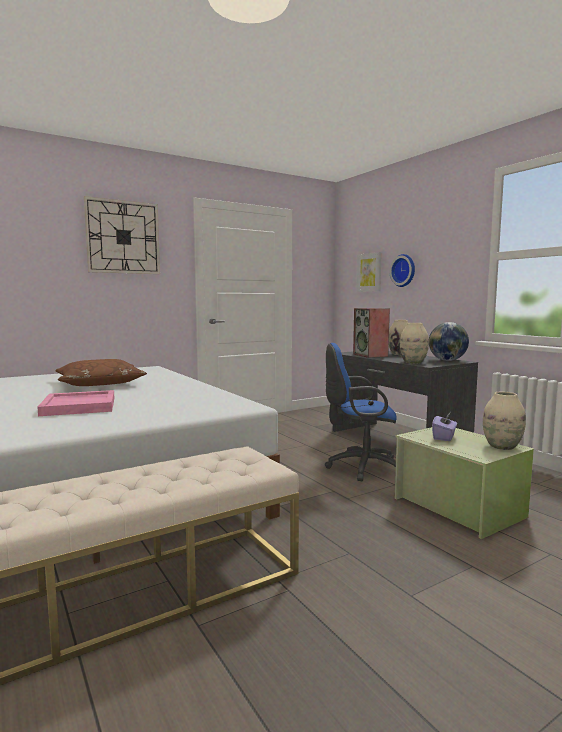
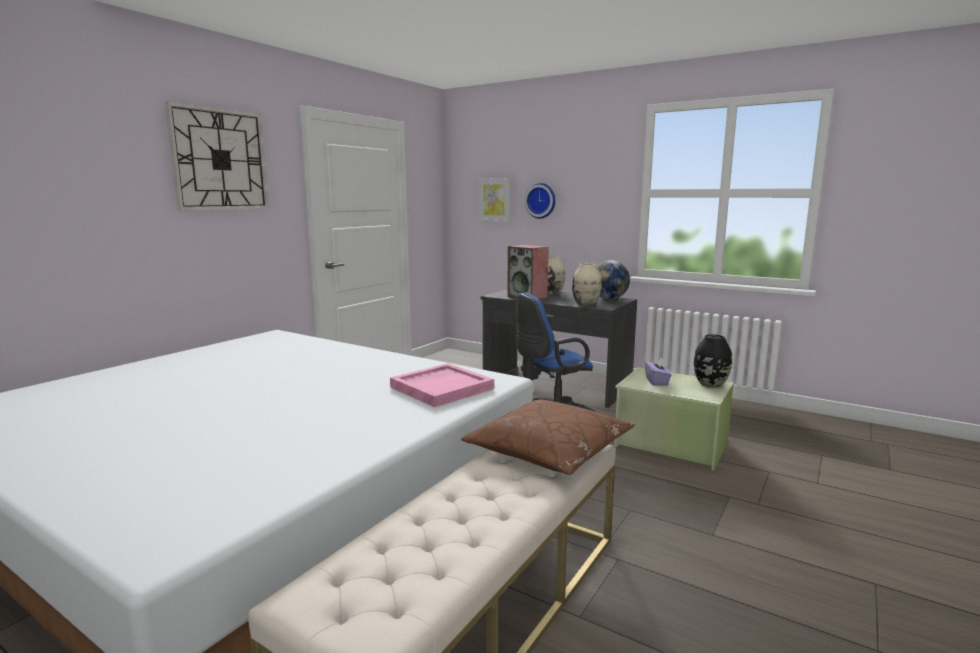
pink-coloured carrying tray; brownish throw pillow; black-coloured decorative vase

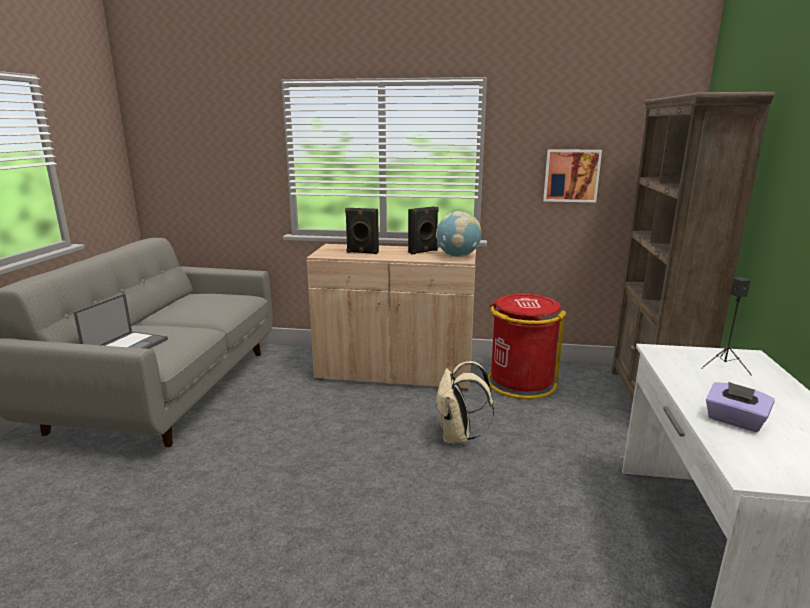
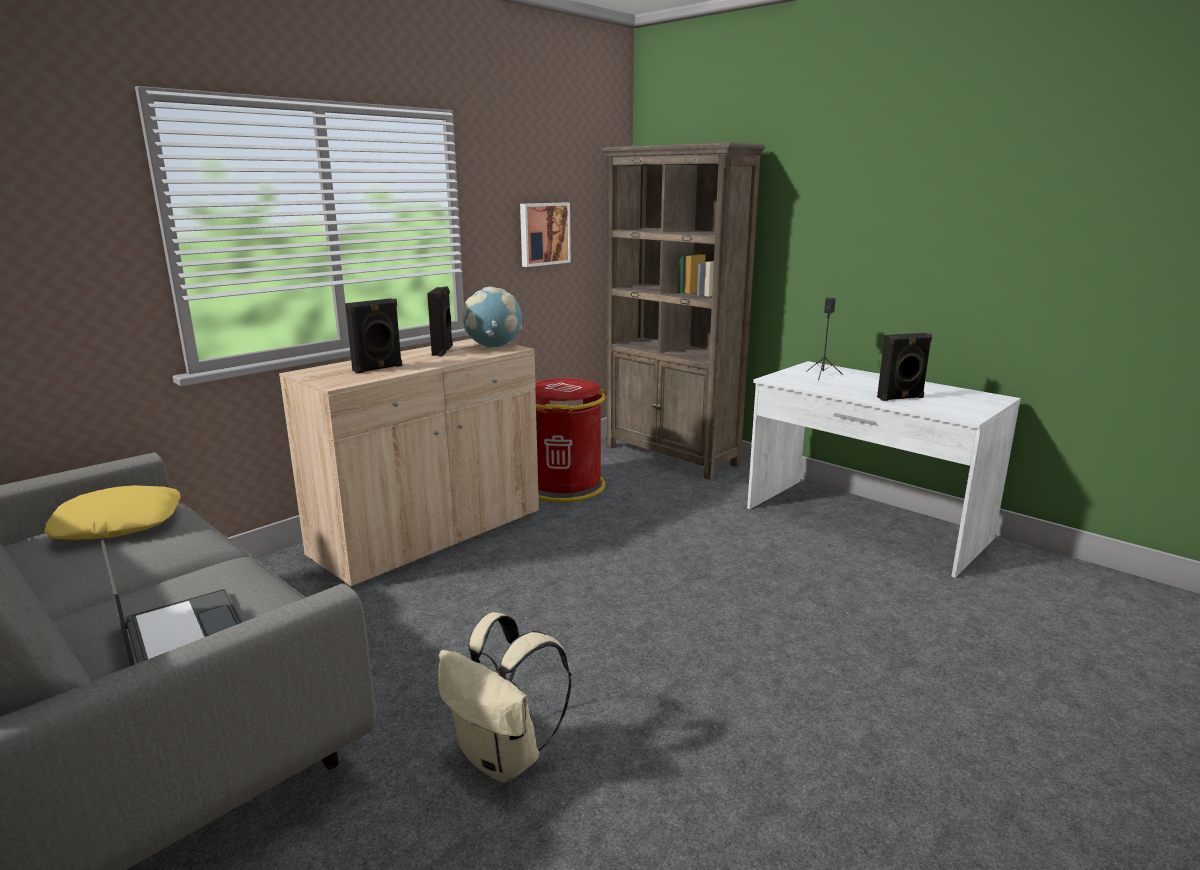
yellowish throw pillow; beige rucksack; black-coloured speaker (4th from left)

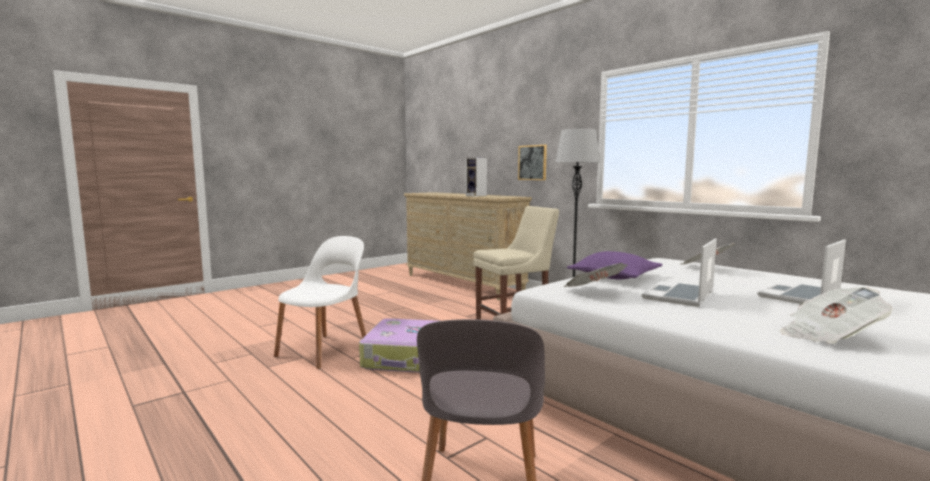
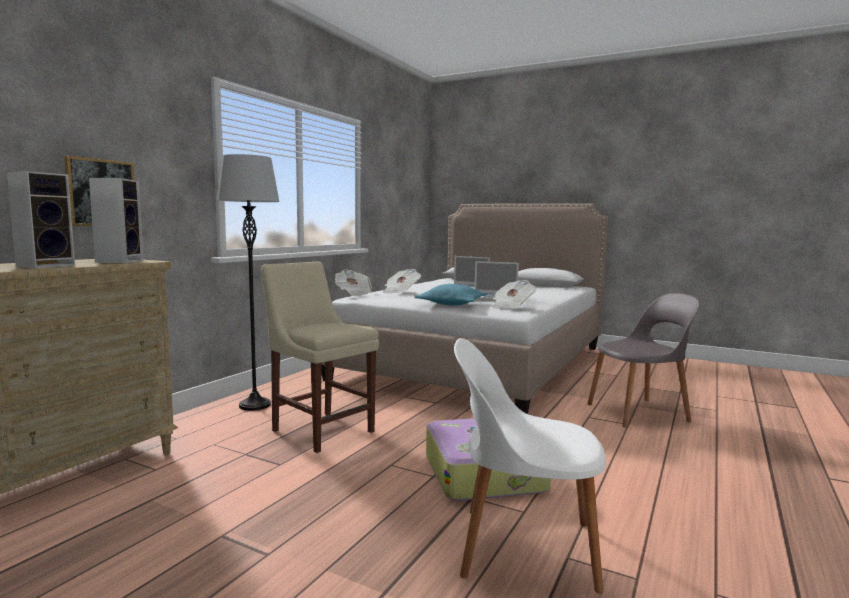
speaker (2nd from left); printed paper (1st from left); blue-green throw pillow

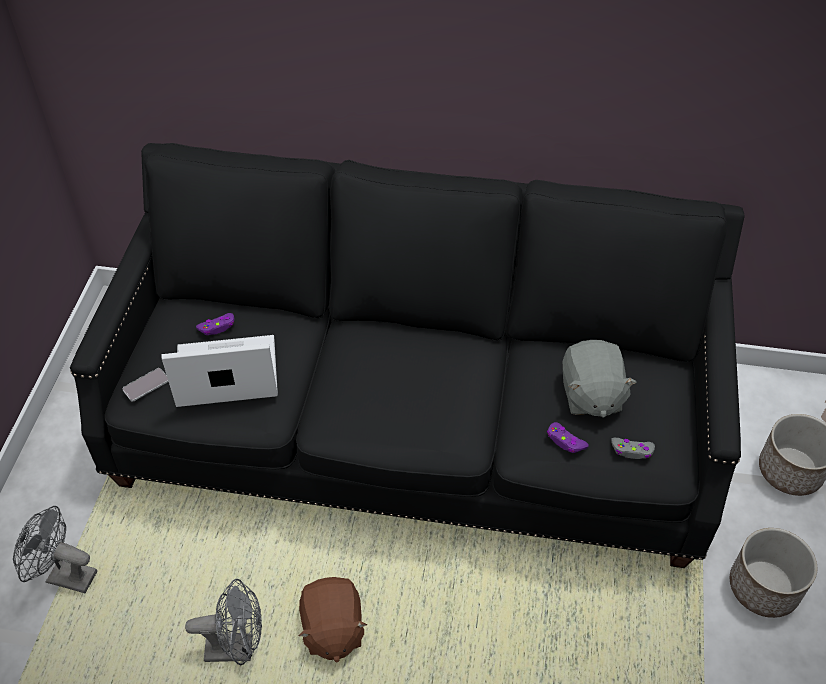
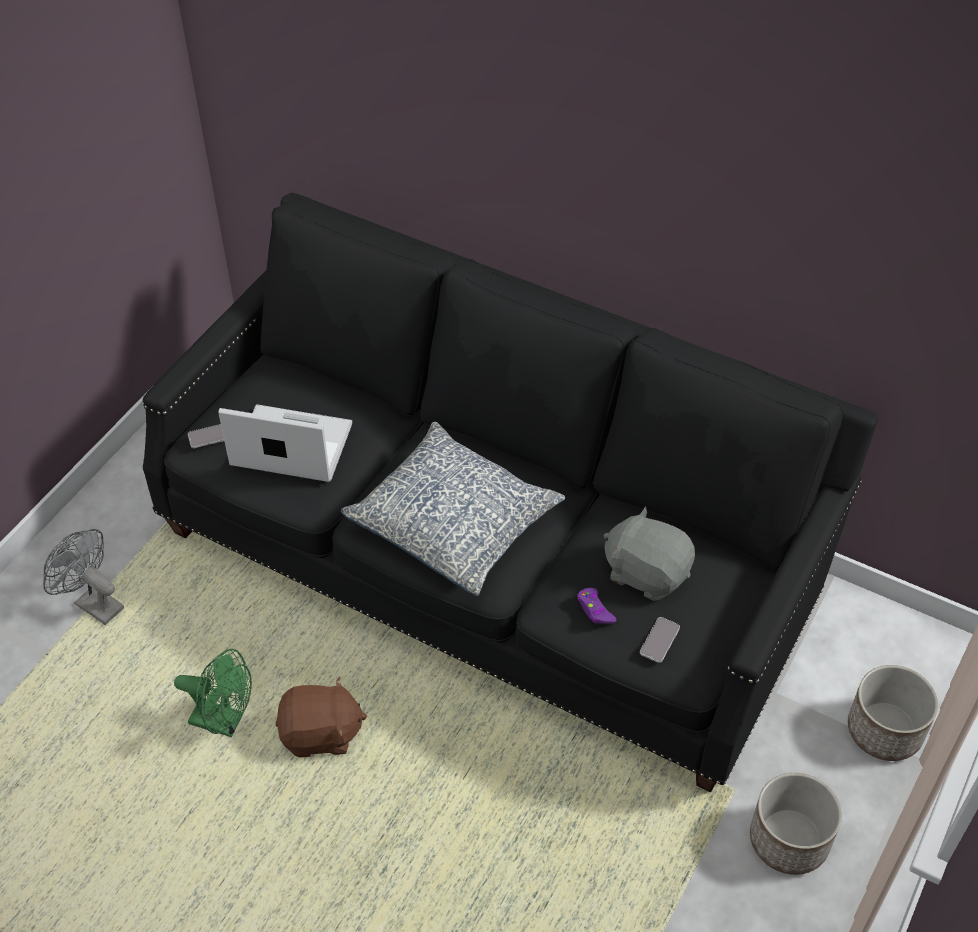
purplish game controller (1st from left in the first image); throw pillow; telephone (2nd from left); green-coloured electric fan; brownish soft toy; grey soft toy

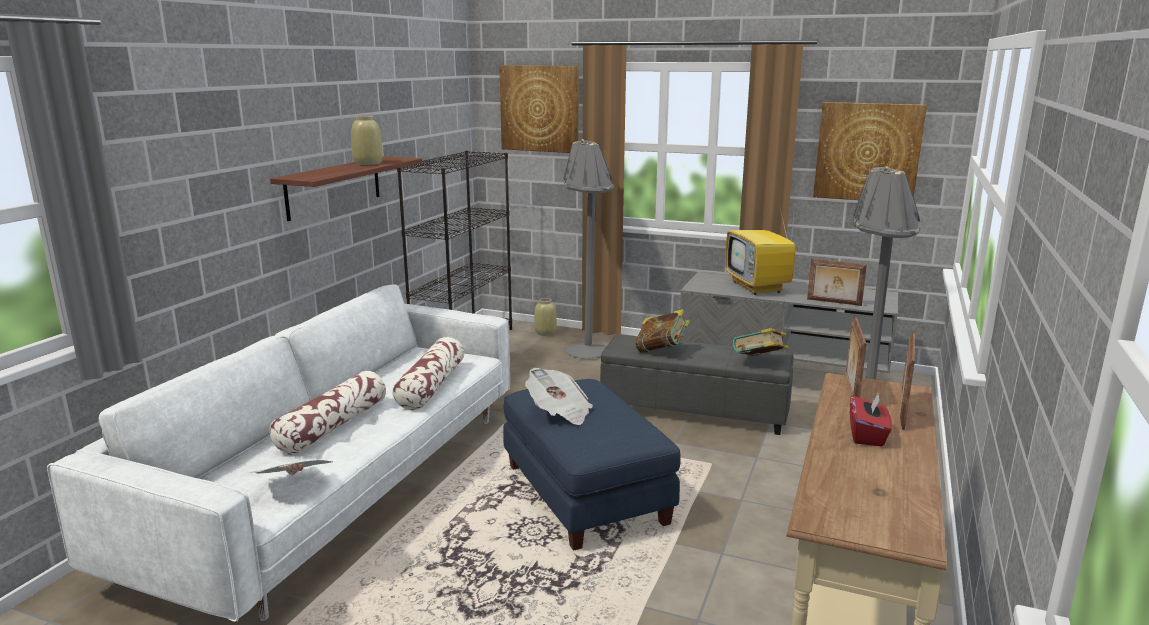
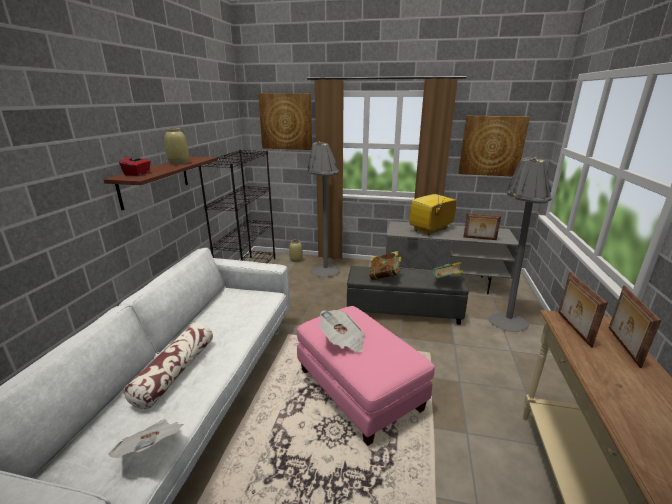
throw pillow (2nd from left in the first image); red box of tissues; pink-coloured pouffe; TV set

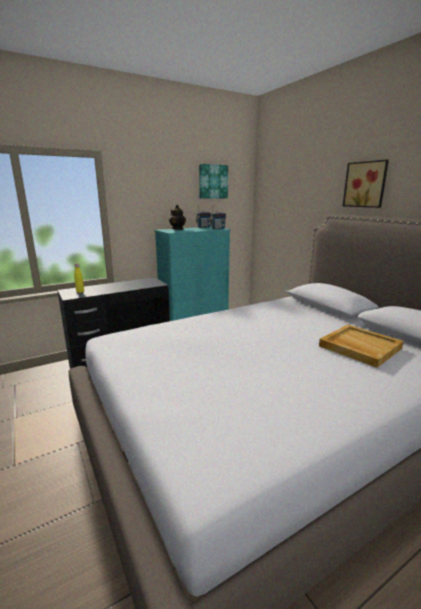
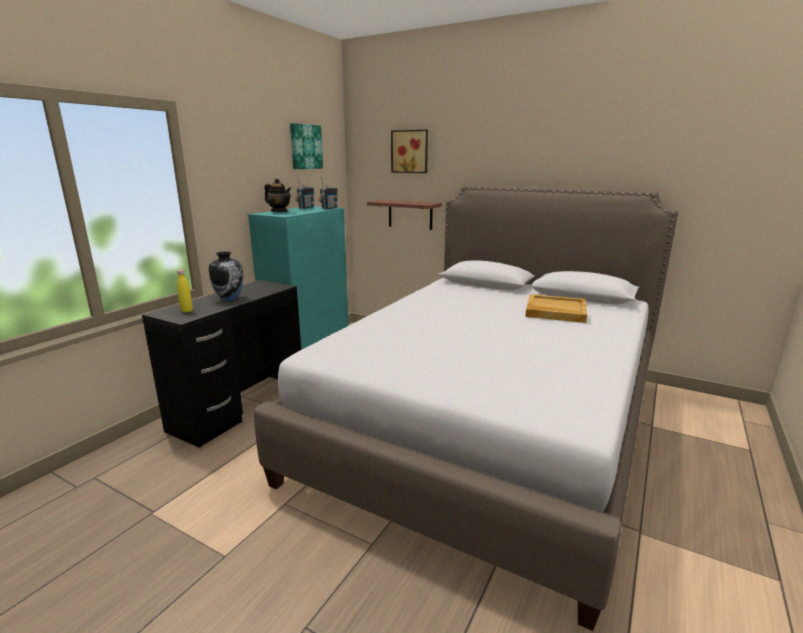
decorative vase; wall shelf; wall art (2nd from left)

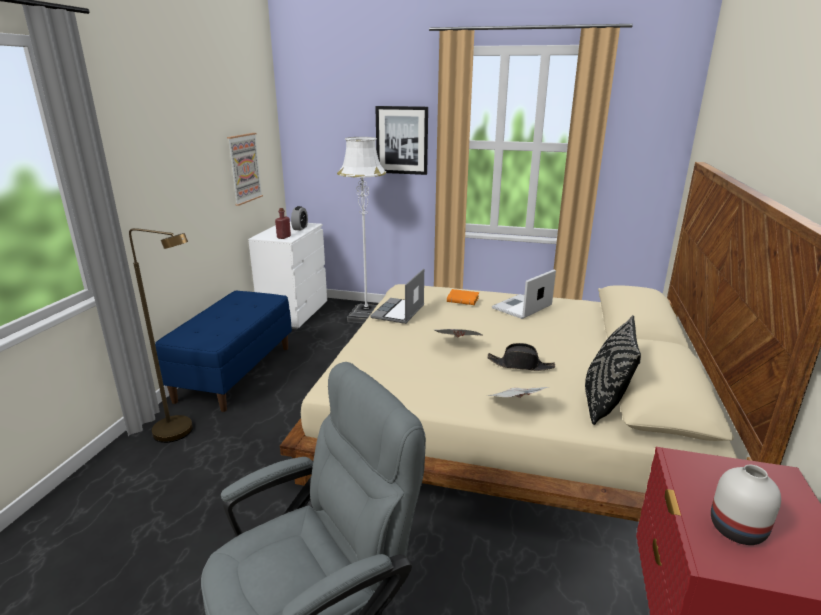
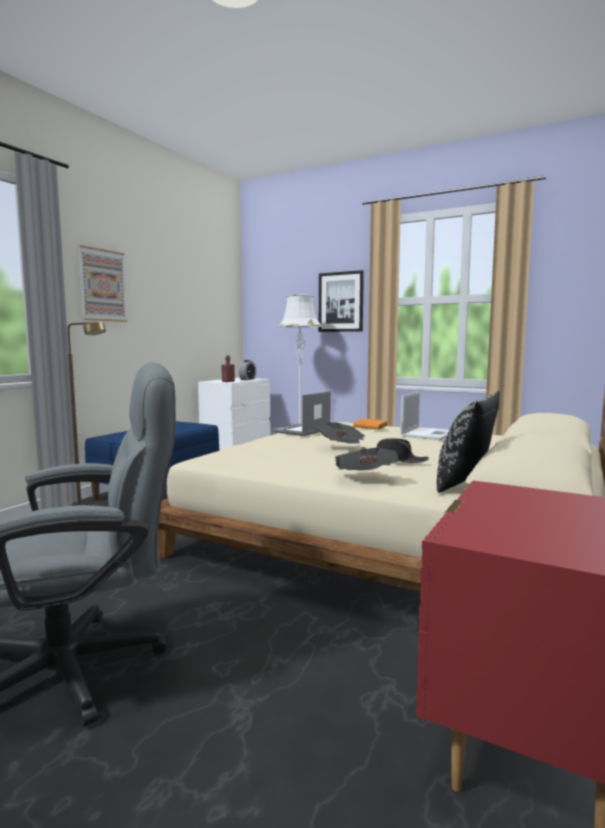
whitish decorative vase; wall art (1st from left); notebook computer (2nd from left)

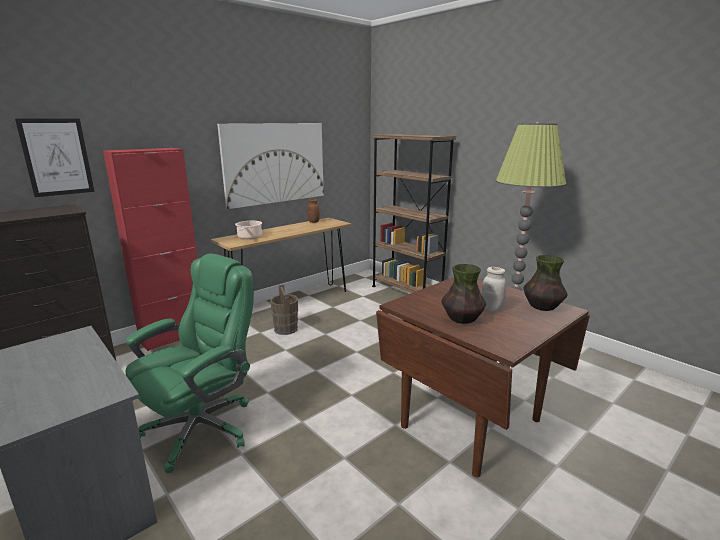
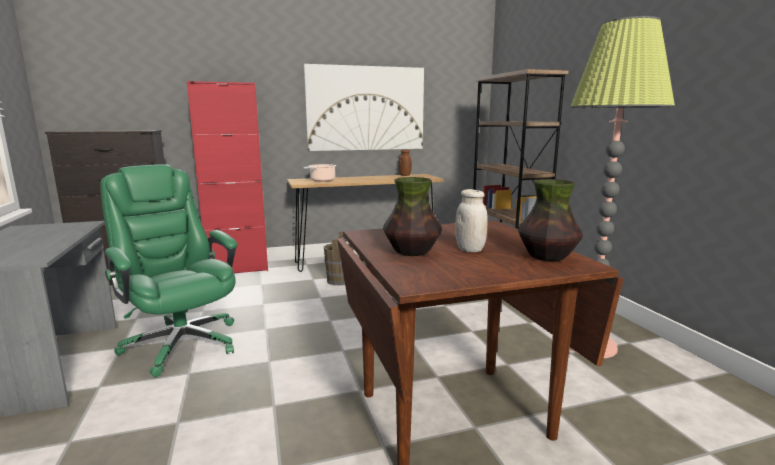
wall art (1st from left in the first image); green-coloured office chair

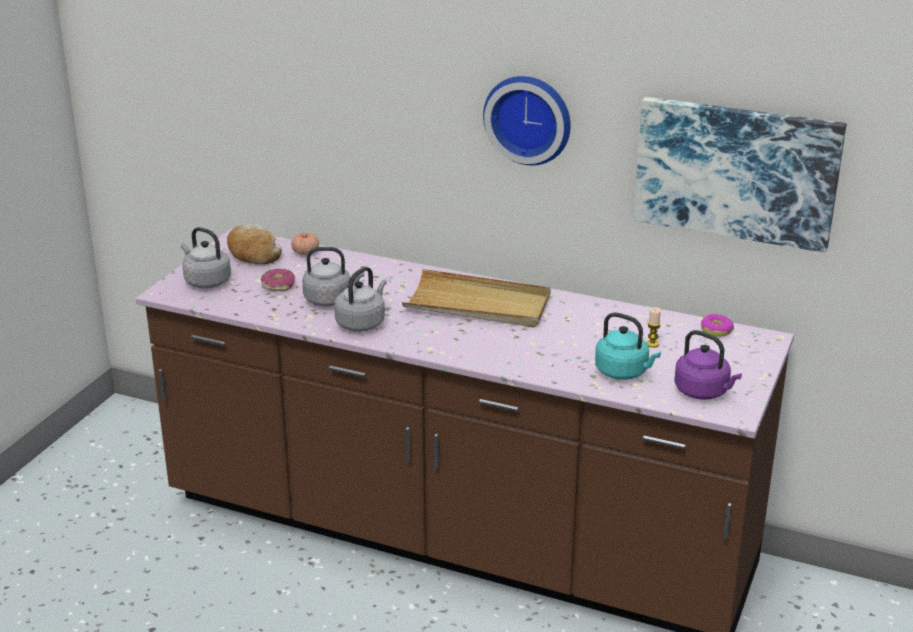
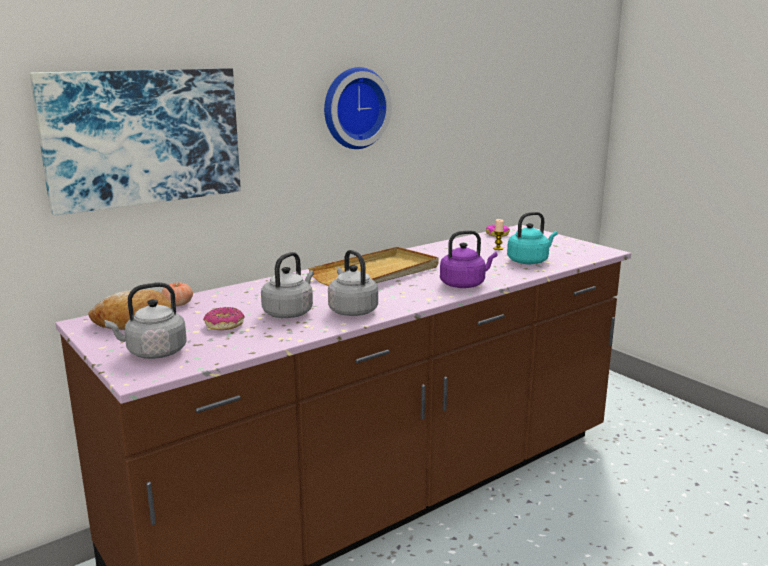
wall art; purplish water kettle

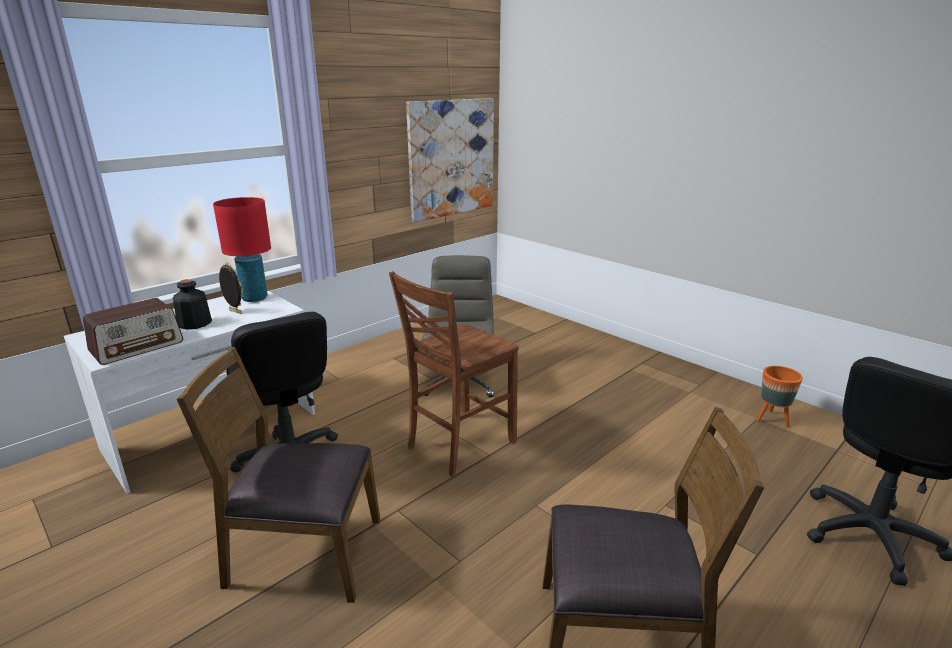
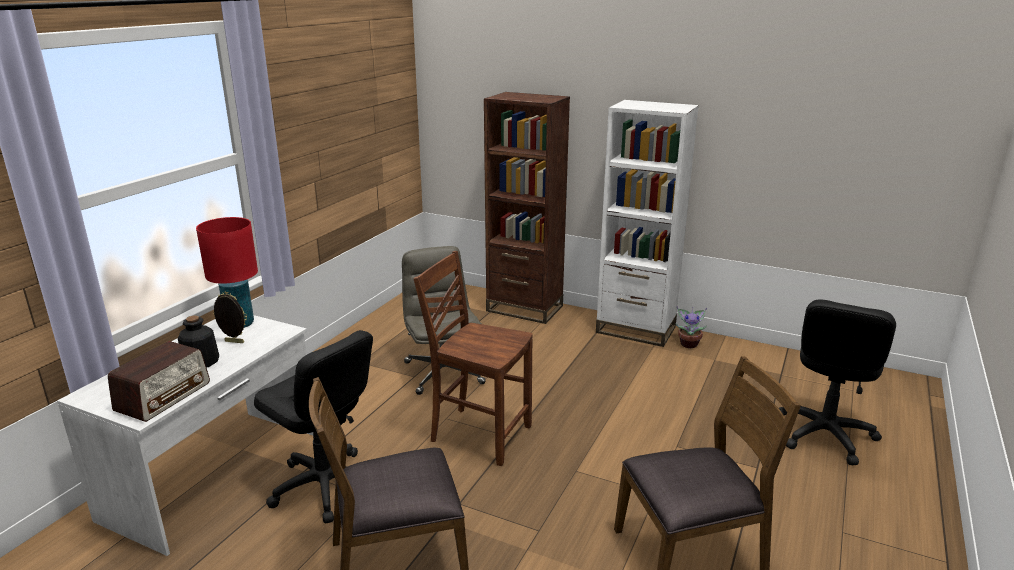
wall art; orange planter; brownish bookcase; whitish bookcase; houseplant; brownish upright chair (2nd from left)

